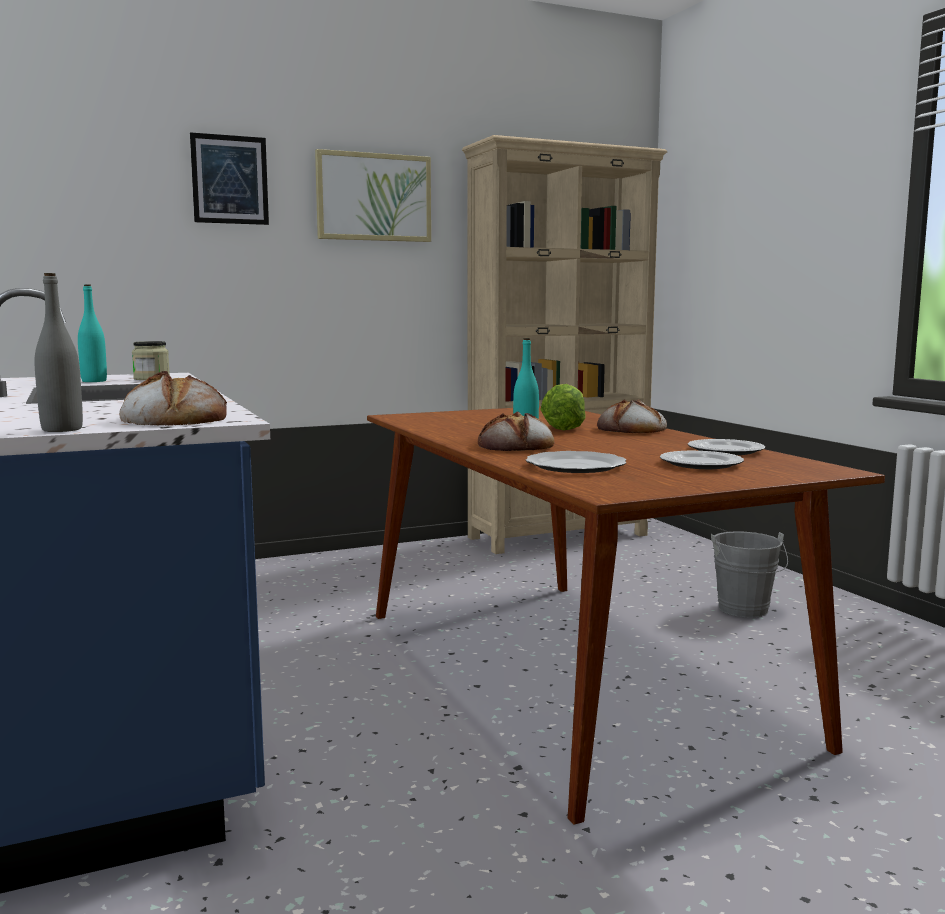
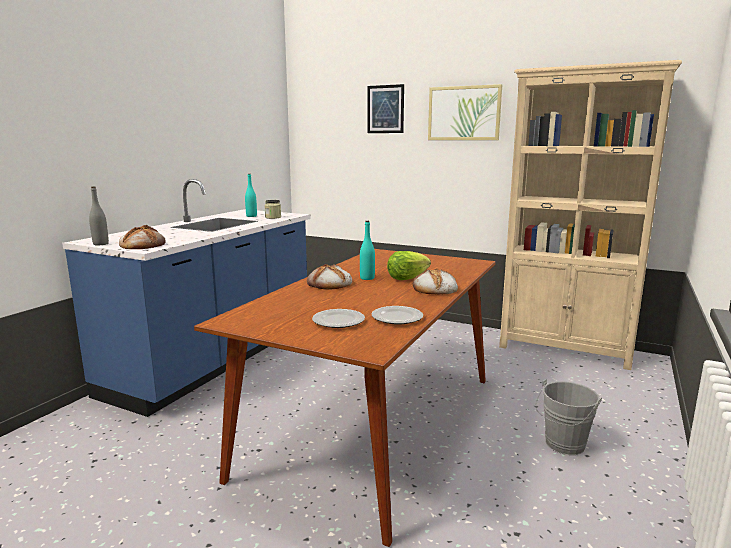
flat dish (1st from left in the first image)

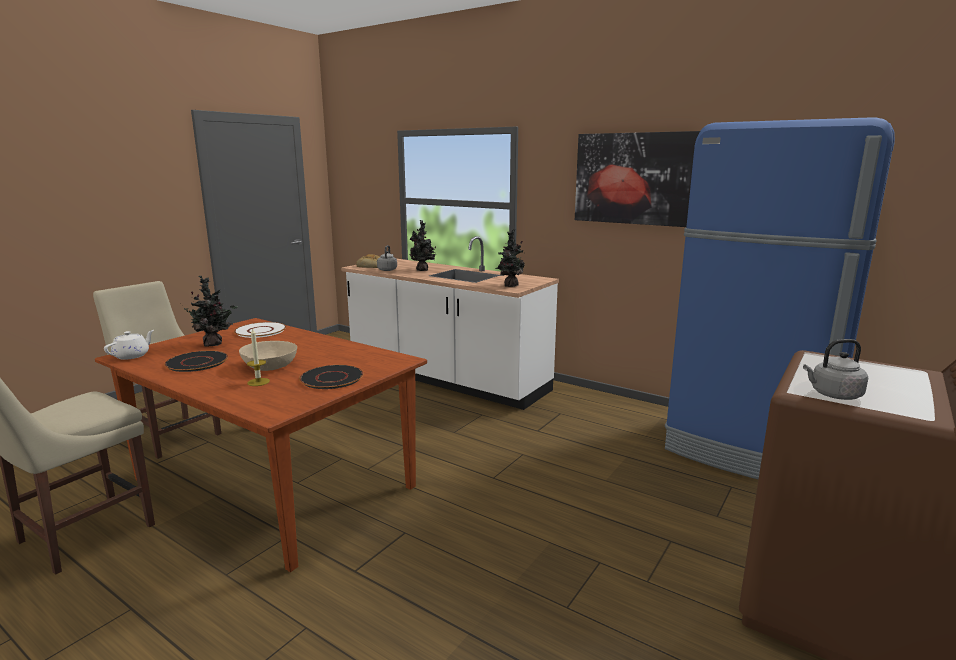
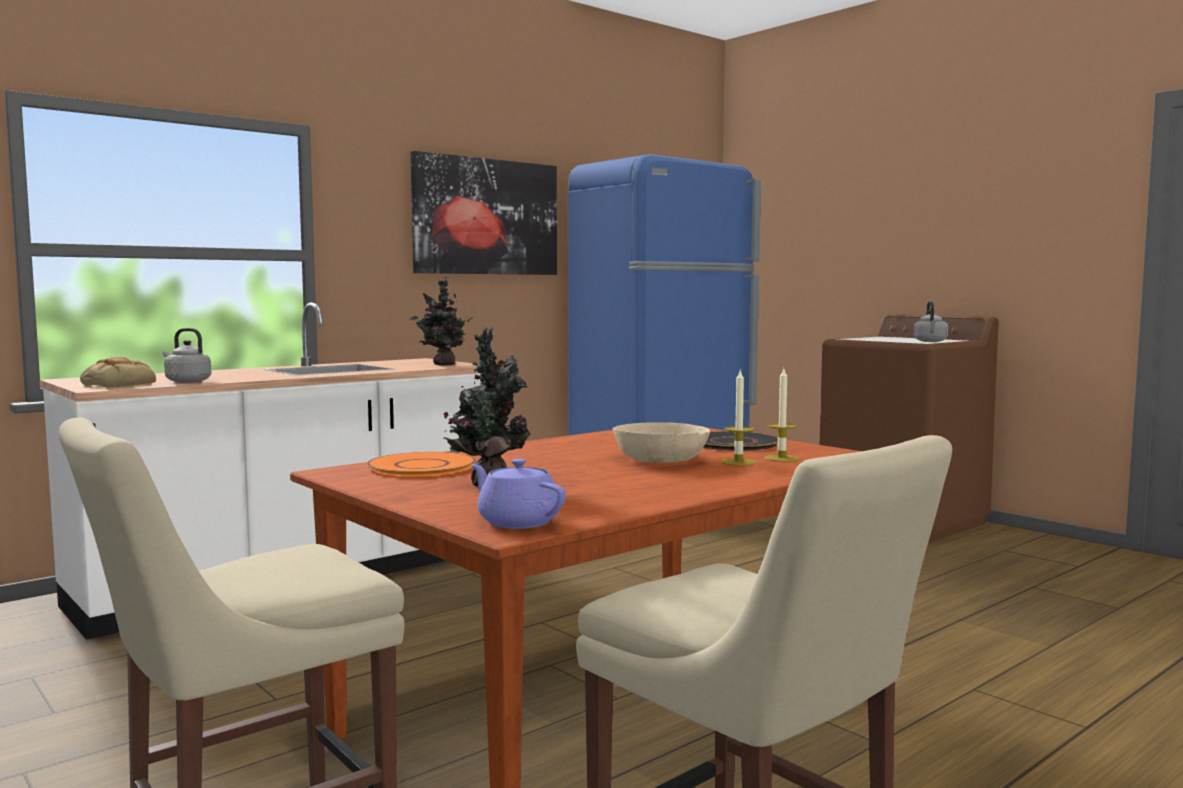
black-coloured flat dish (1st from left in the first image); houseplant (2nd from left in the first image); wax light (2nd from left); purplish pot for tea; orange flat dish

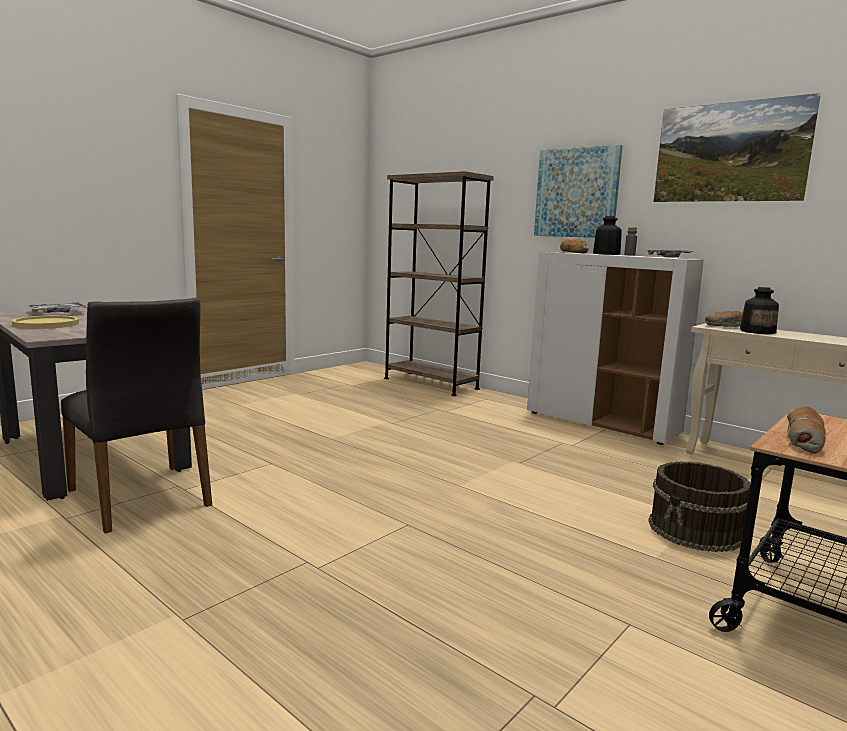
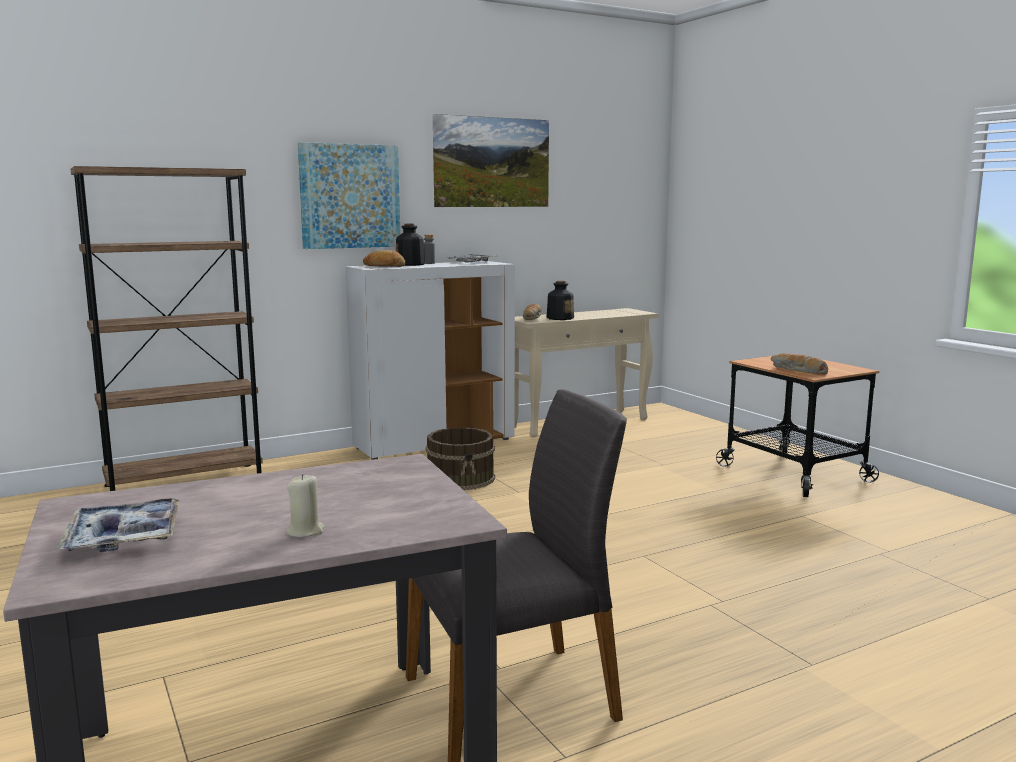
brownish pail; beige wax light

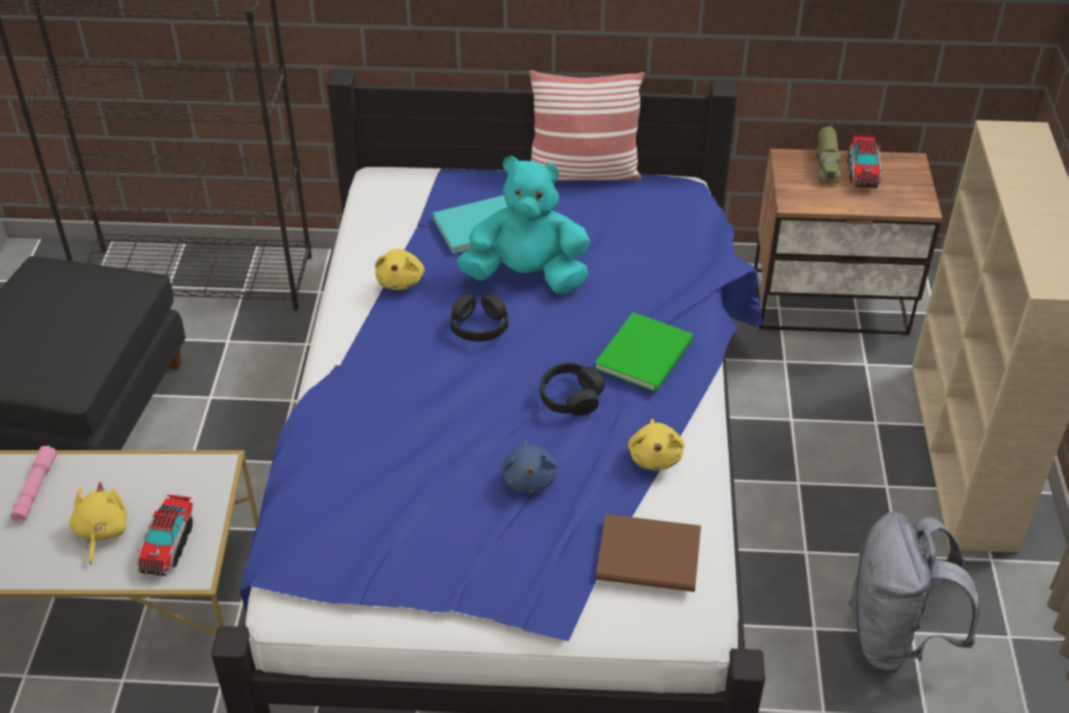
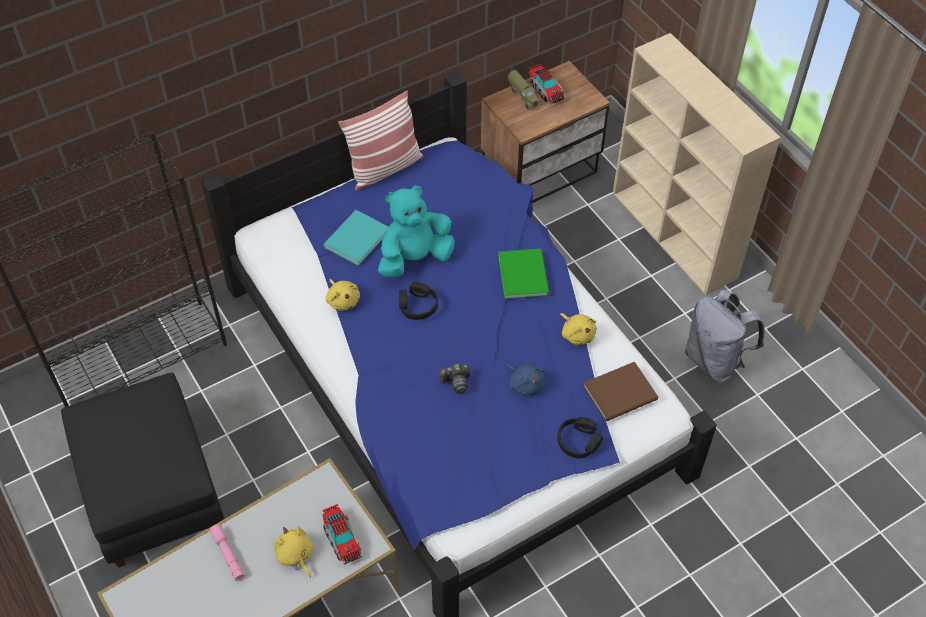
still camera; black-coloured headset (2nd from left)

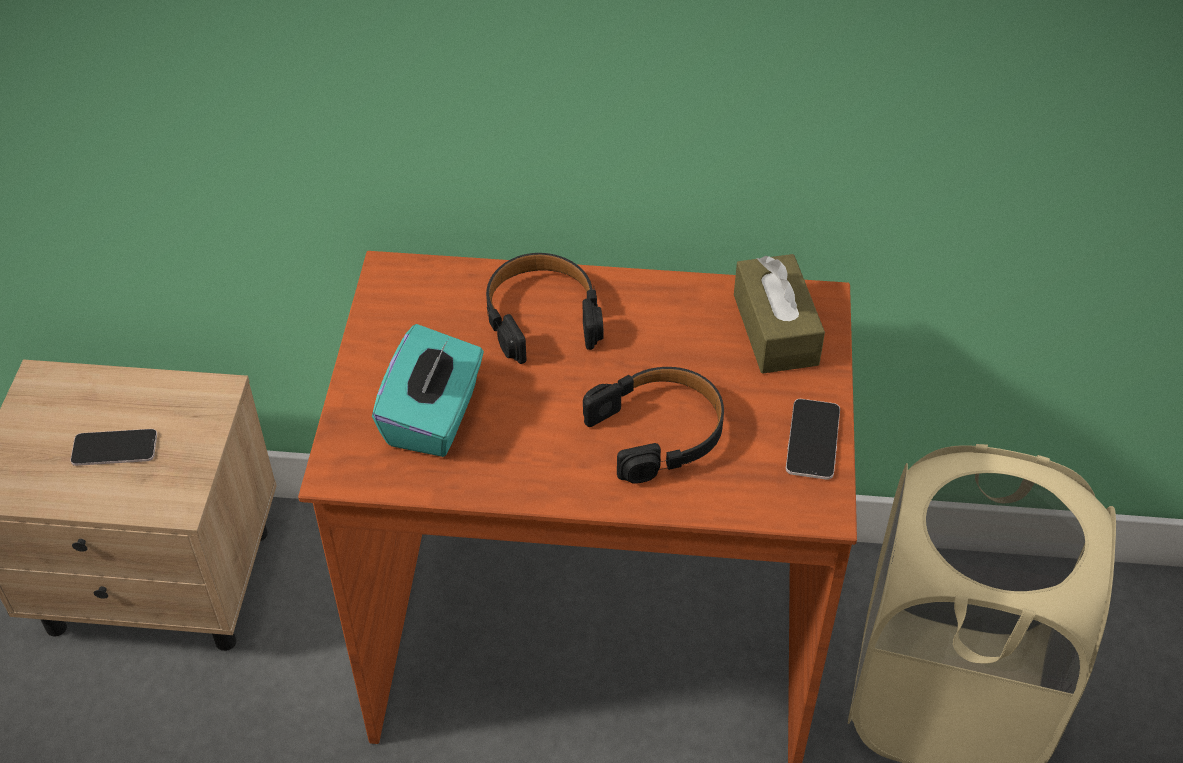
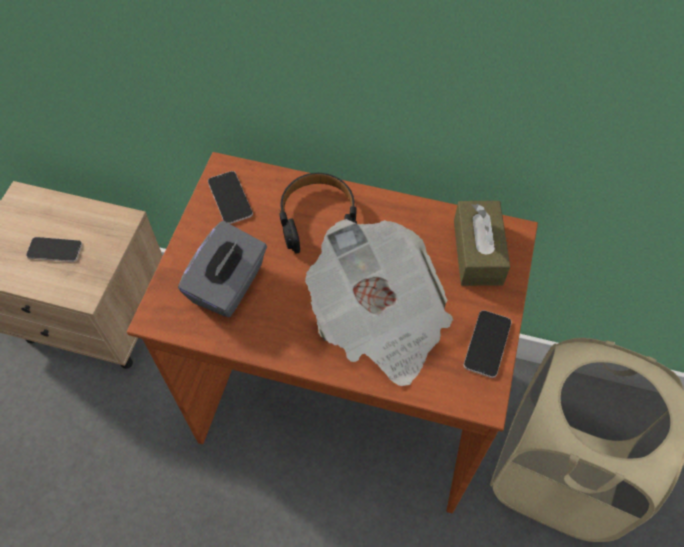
telephone (2nd from left); printed paper; grey box of tissues

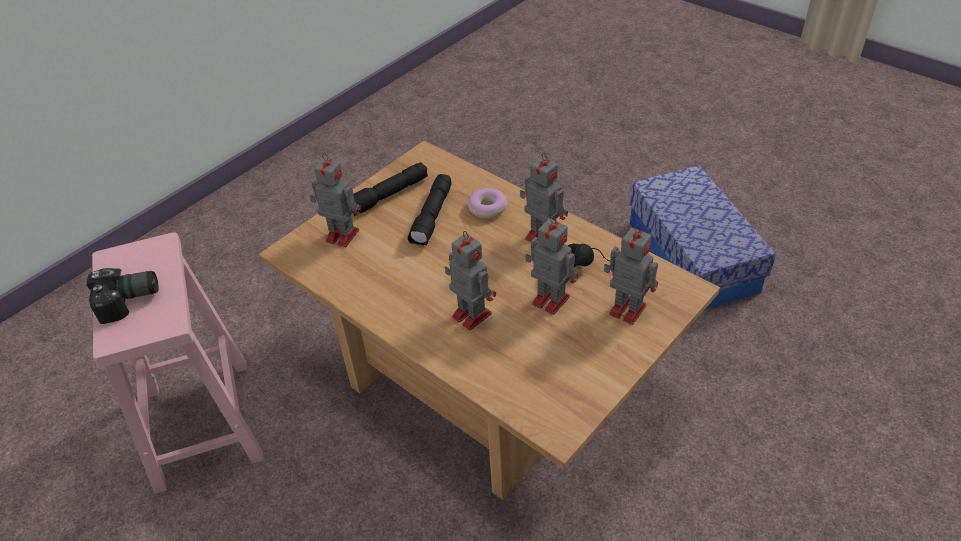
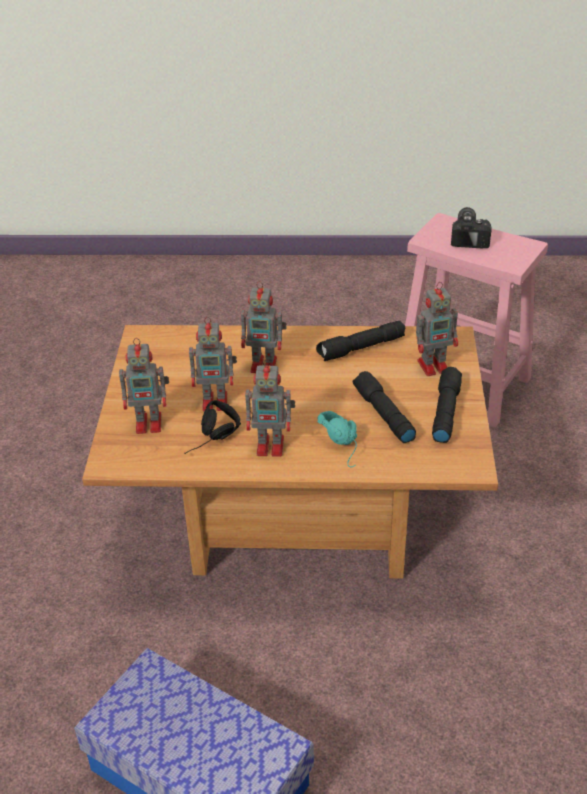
black-coloured flashlight (1st from left); blue-green headset; still camera

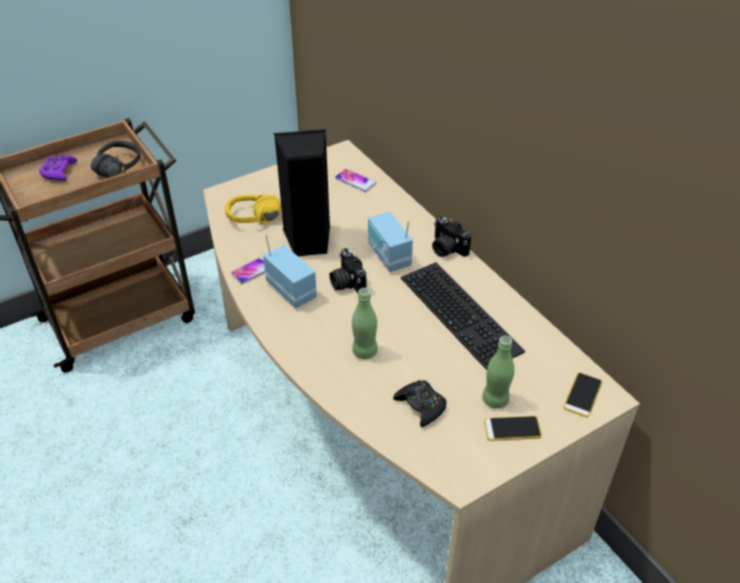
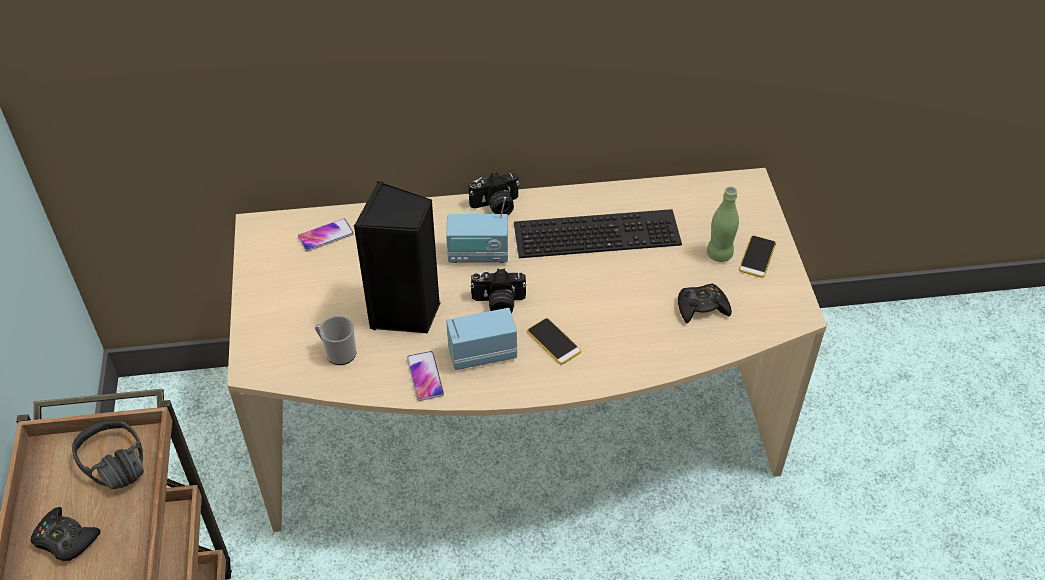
green-coloured beverage bottle (1st from left in the first image); telephone (3rd from left); coffee mug; black-coloured game controller (1st from left)

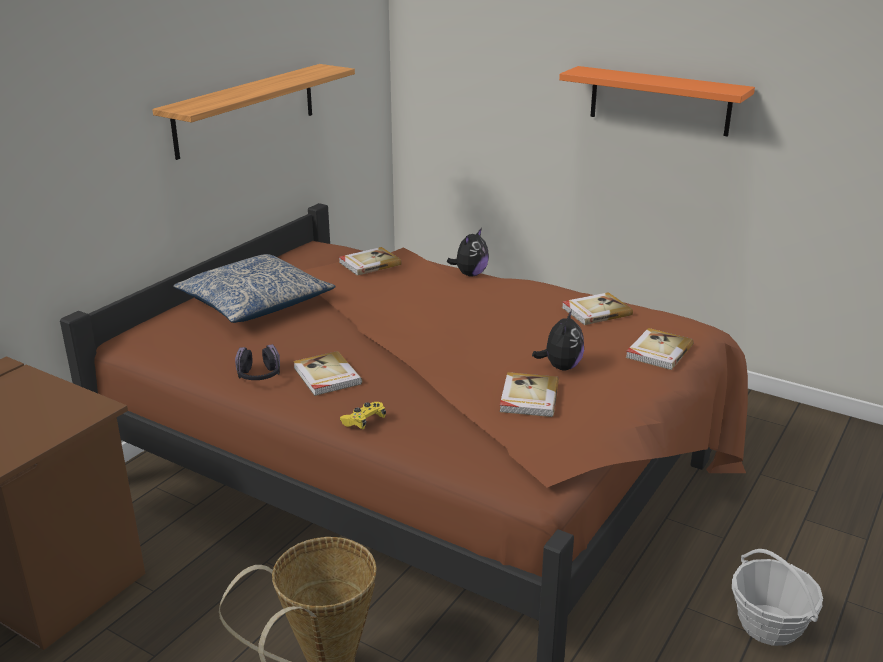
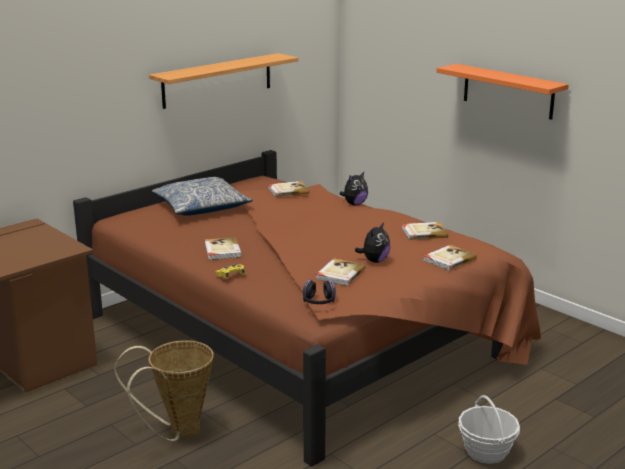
headset

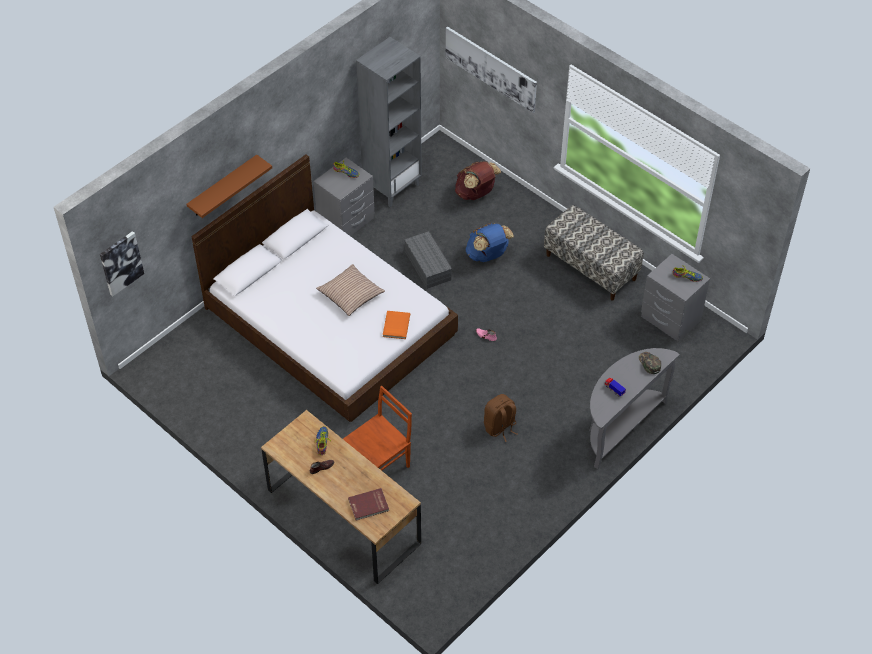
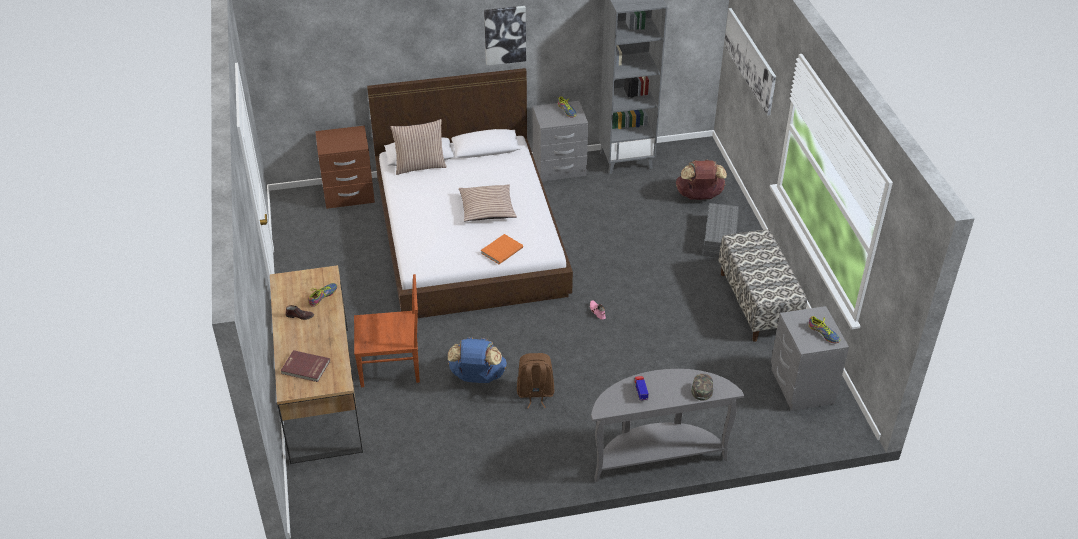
brownish wall shelf; brownish night table; throw pillow (1st from left); wall art (1st from left); grey storage bin; blue-coloured rucksack

